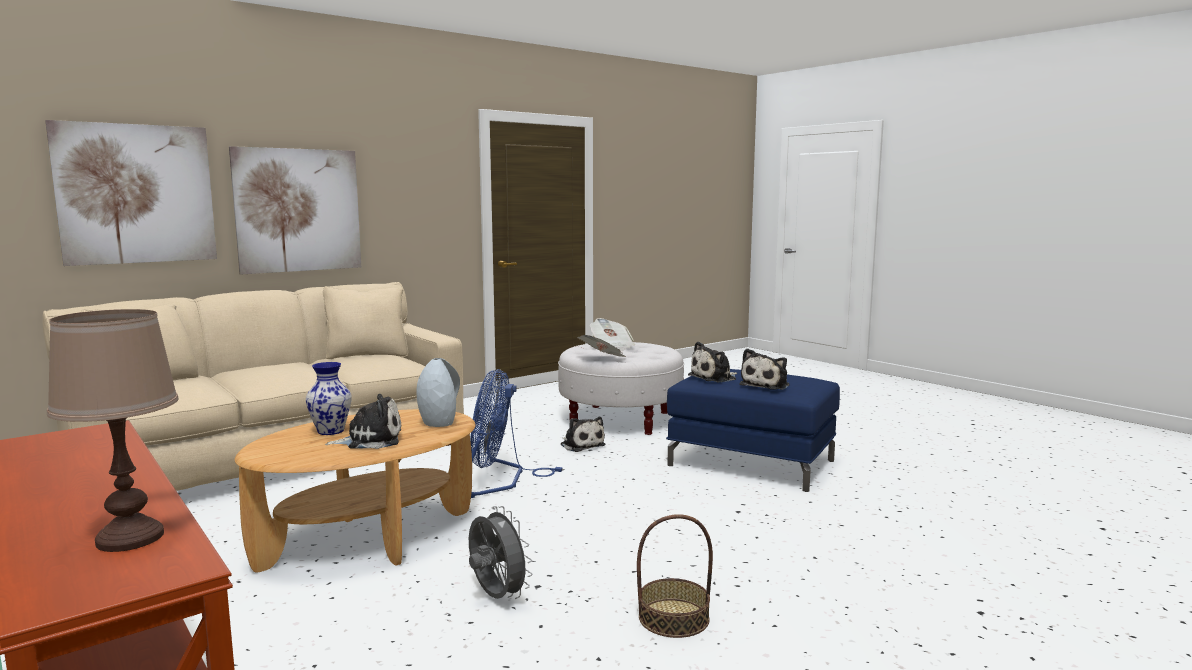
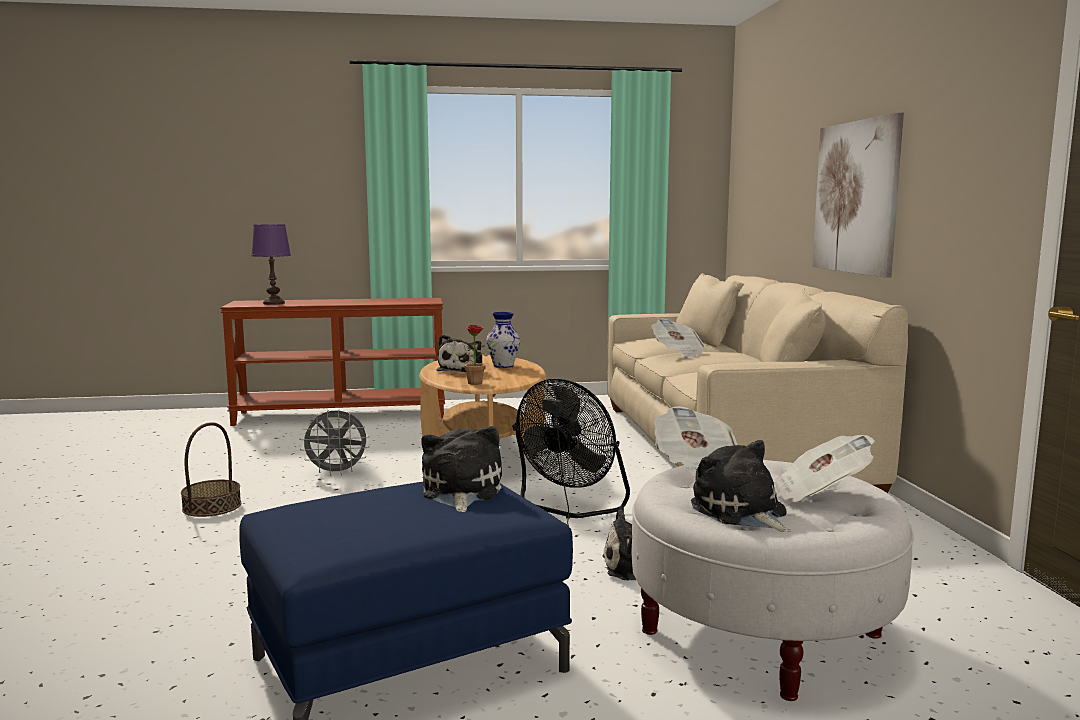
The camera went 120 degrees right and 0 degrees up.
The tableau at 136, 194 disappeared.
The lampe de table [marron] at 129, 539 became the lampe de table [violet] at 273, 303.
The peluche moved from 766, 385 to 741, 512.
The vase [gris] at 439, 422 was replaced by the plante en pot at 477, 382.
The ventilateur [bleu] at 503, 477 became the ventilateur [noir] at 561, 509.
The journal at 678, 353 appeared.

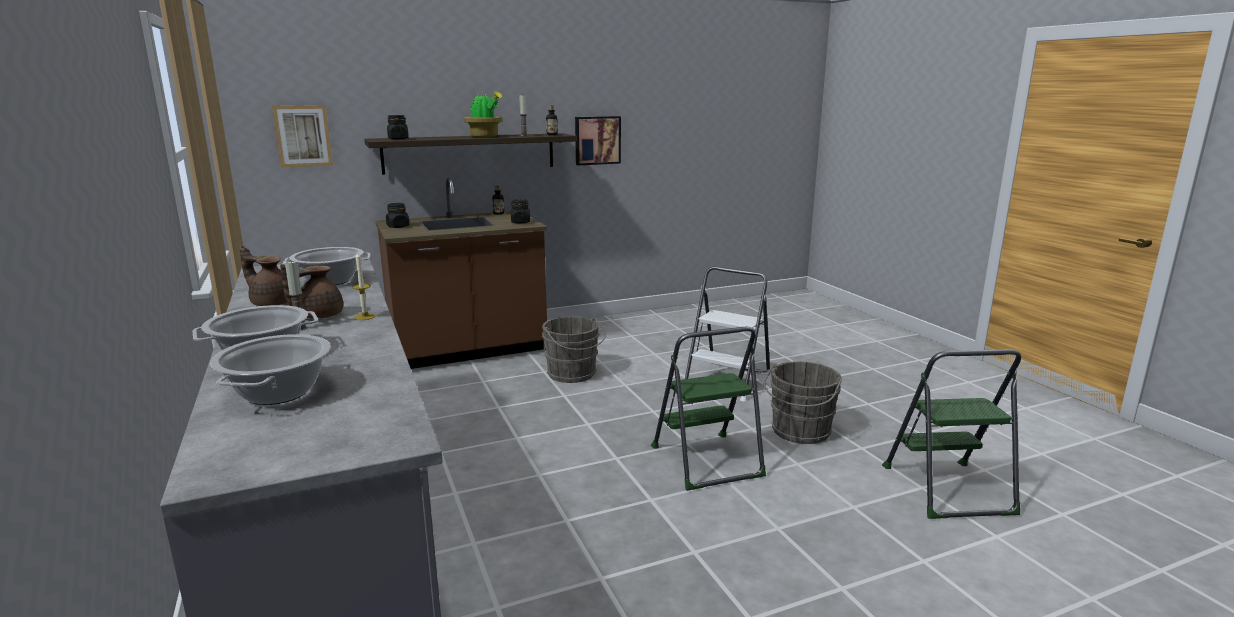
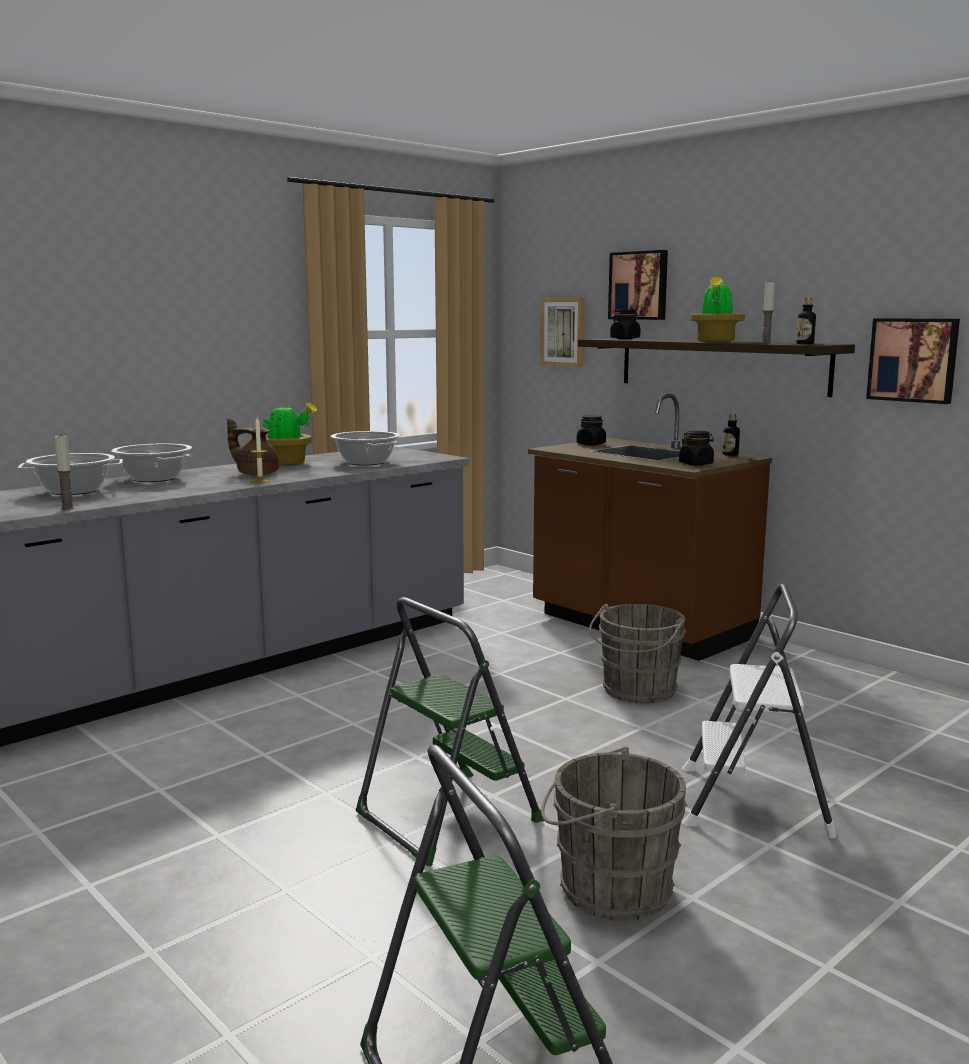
The camera went 70 degrees right and 5 degrees down.
The théière [marron] at 272, 303 was replaced by the plante en pot at 287, 463.
The bougie moved from 300, 328 to 67, 508.
The tableau at 639, 285 appeared.

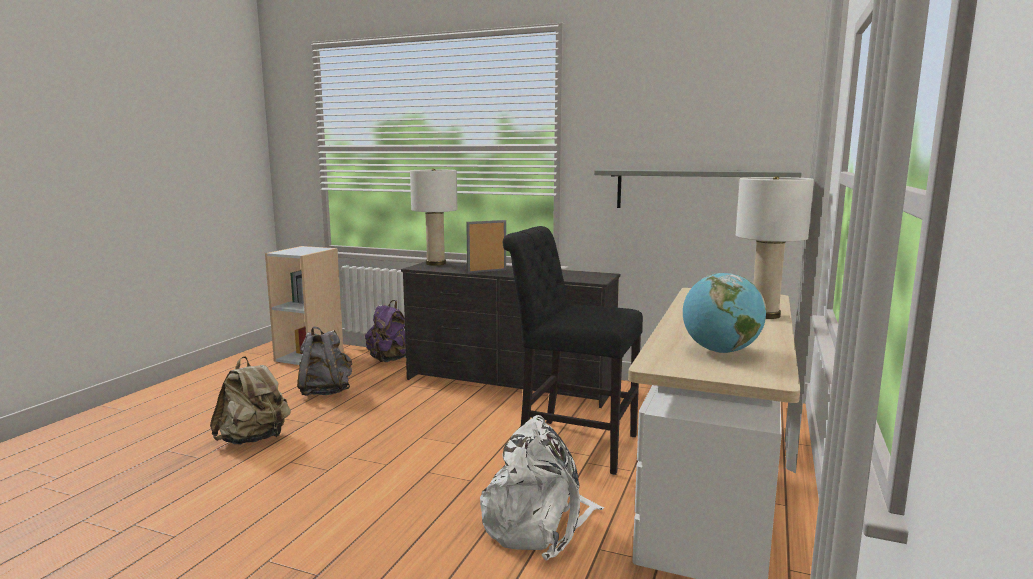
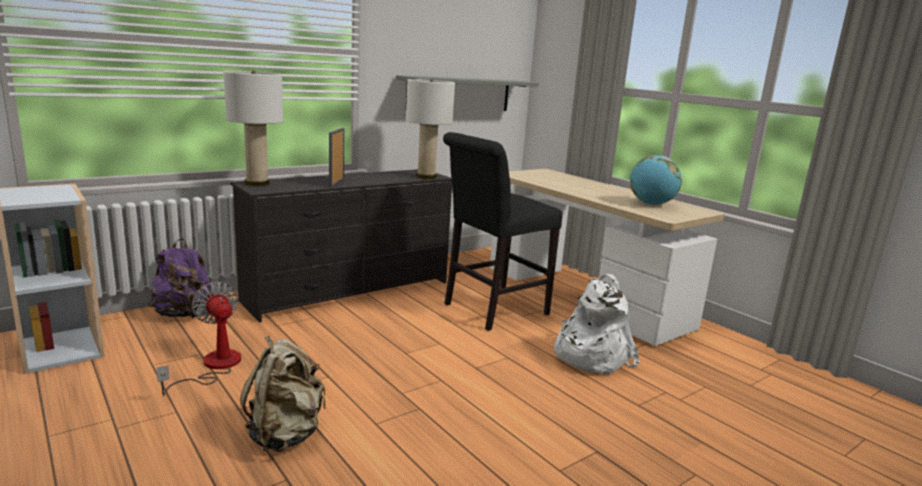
The camera went 60 degrees left and 5 degrees up.
The lampe de table [blanc] moved from 764, 315 to 426, 177.
The sac à dos [gris] at 325, 392 was replaced by the ventilateur at 213, 367.

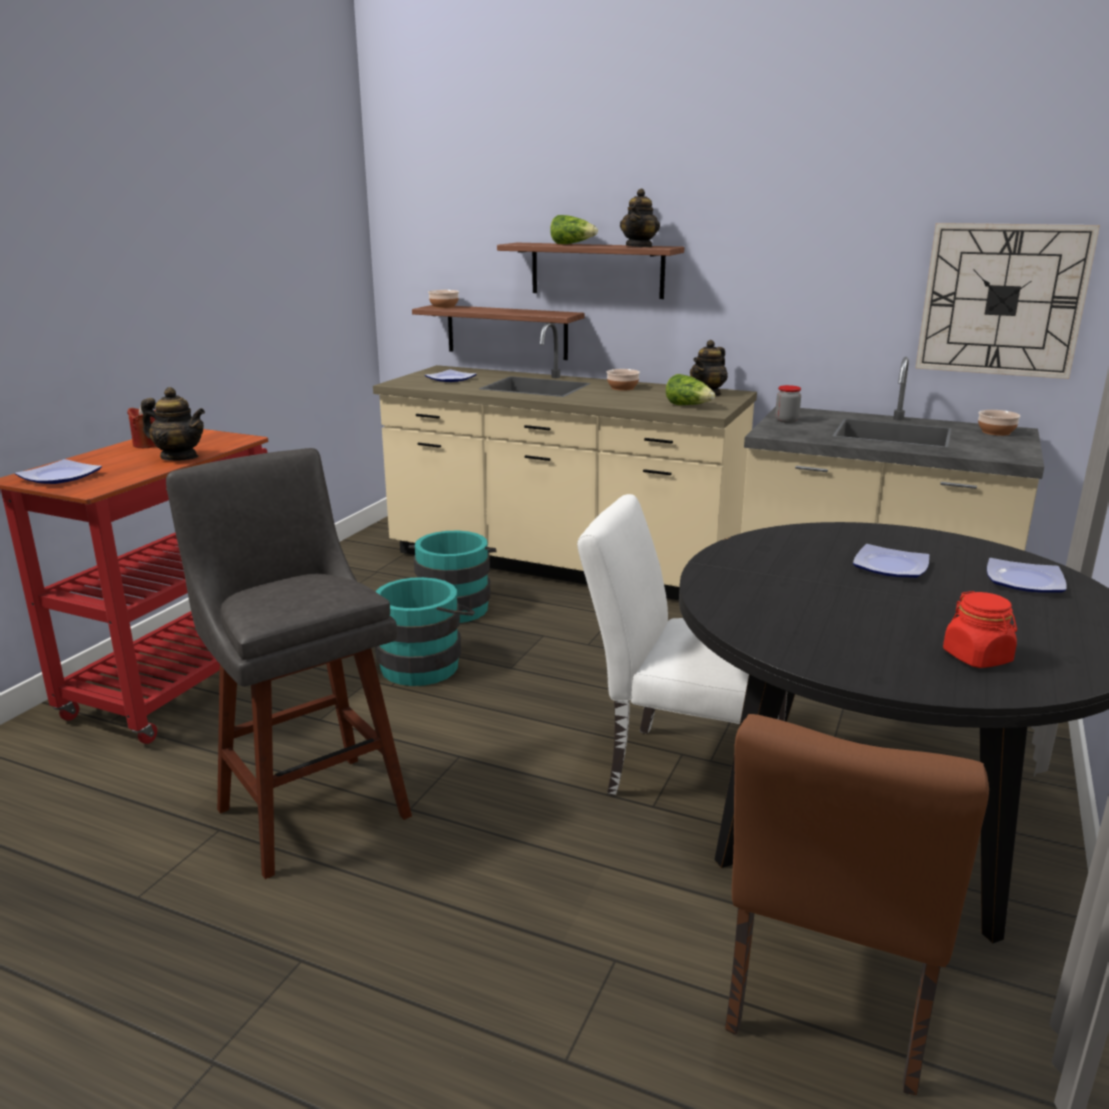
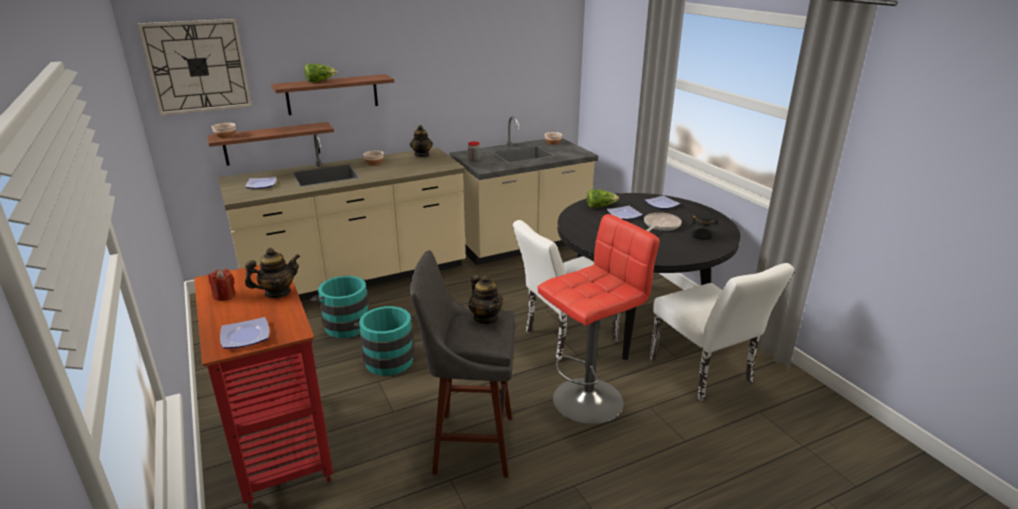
The camera went 50 degrees left and 5 degrees up.
The théière moved from 639, 246 to 486, 318.
The horloge murale moved from 1002, 300 to 197, 66.
The laitue moved from 689, 406 to 600, 206.
The bocal [rouge] at 977, 657 became the bocal [noir] at 702, 236.
The chaise [marron] at 828, 998 became the chaise [blanc] at 705, 375.
The poêle at 660, 225 appeared.
The tabouret [rouge] at 589, 400 appeared.

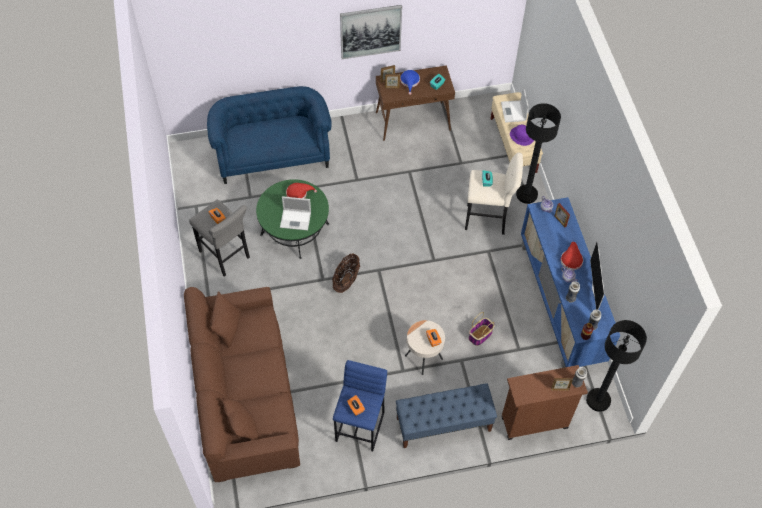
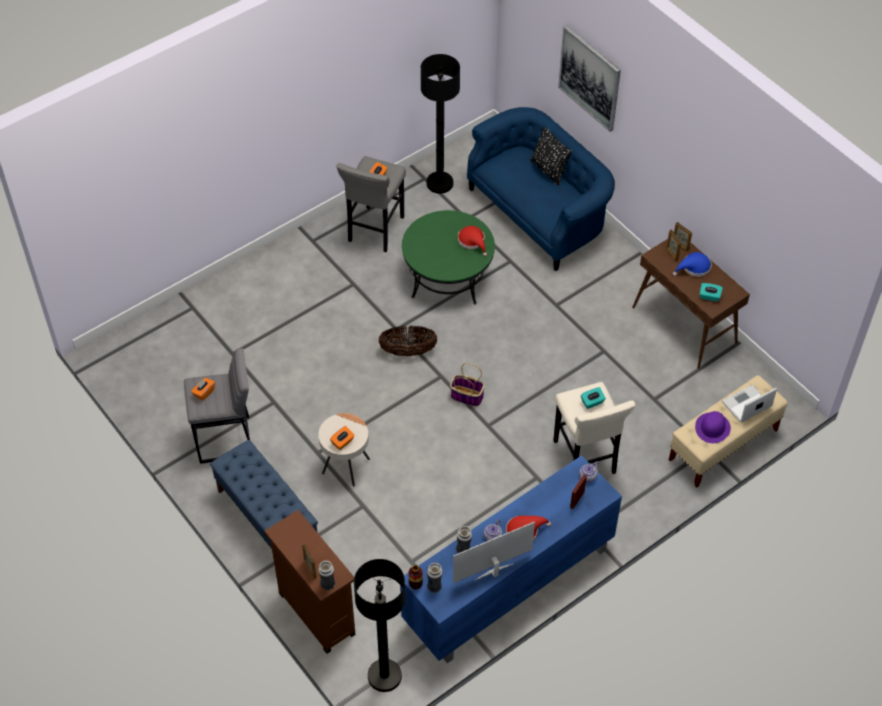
The camera went 65 degrees right and 5 degrees down.
The tableau moved from 370, 31 to 589, 78.
The lampadaire [noir] moved from 526, 194 to 439, 183.
The ordinateur portable at 296, 219 disappeared.
The canapé [marron] at 246, 394 disappeared.
The panier moved from 480, 335 to 466, 396.
The tabouret [bleu] at 360, 425 became the tabouret [gris] at 226, 439.
The coussin [noir] at 549, 170 appeared.

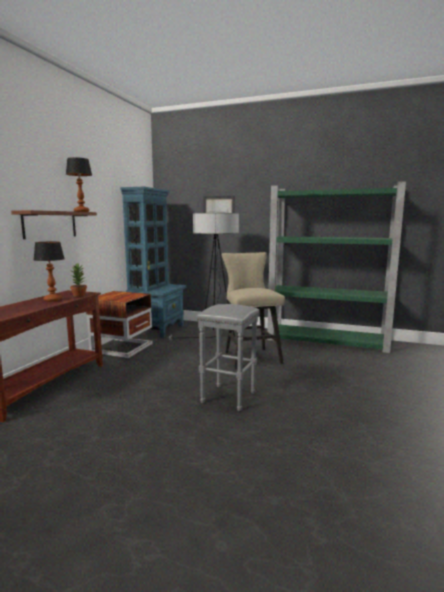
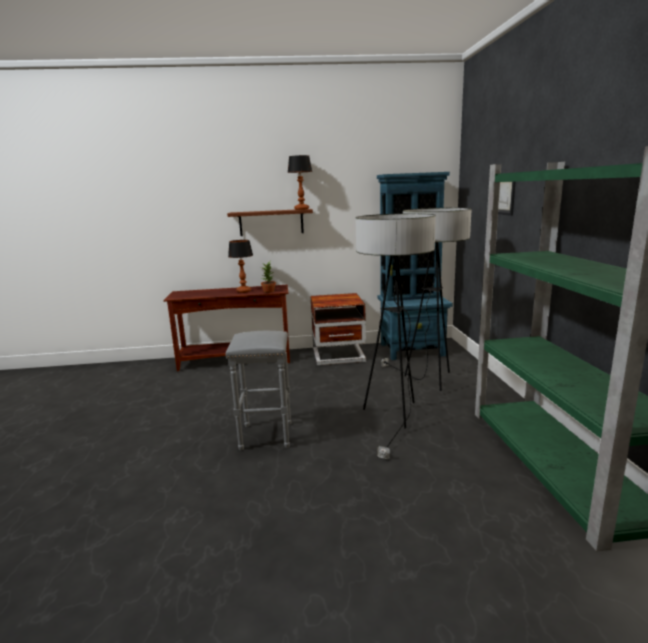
The camera went 65 degrees right and 5 degrees up.
The tabouret [beige] at 250, 356 was replaced by the lampadaire at 393, 419.

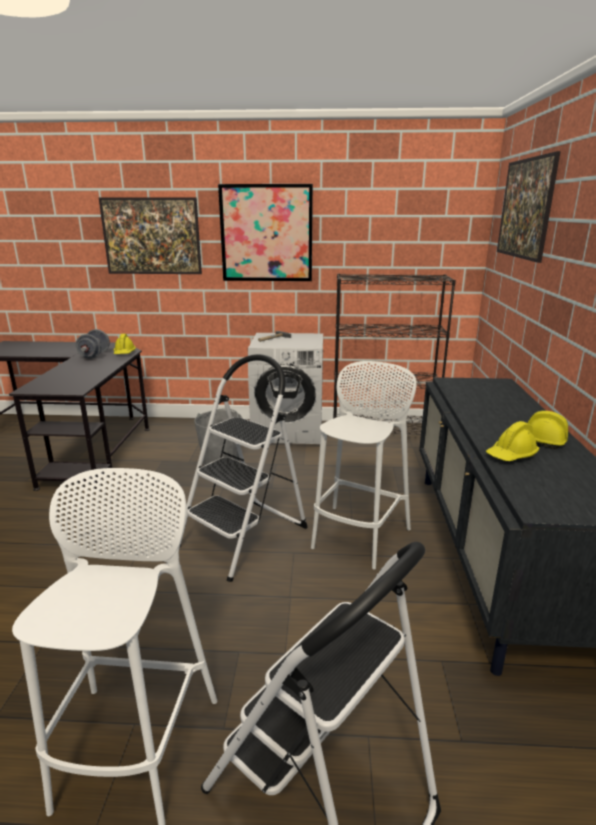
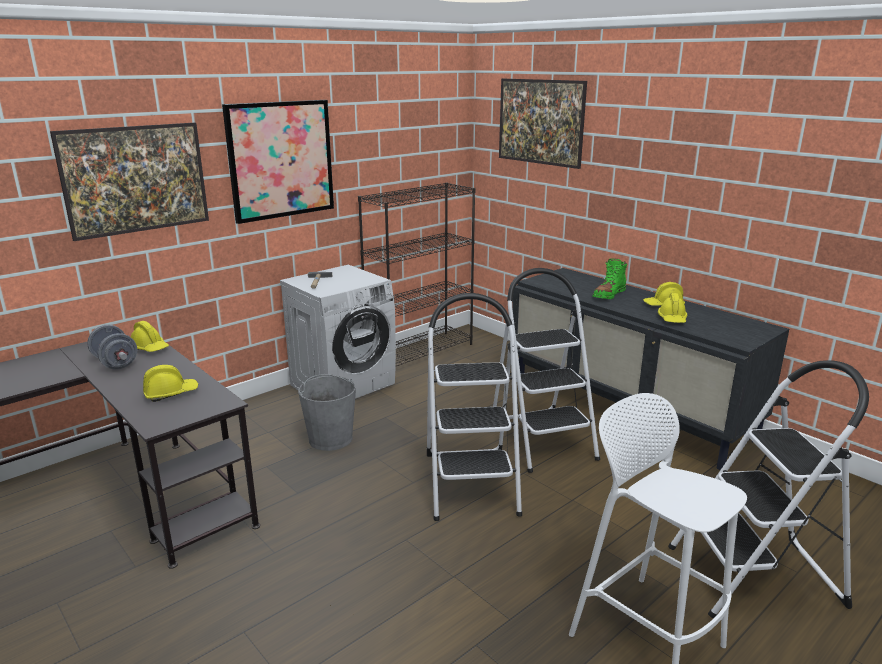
The camera went 45 degrees left and 0 degrees up.
The tabouret [blanc] at 358, 535 was replaced by the escabeau at 541, 438.
The botte [vert] at 608, 295 appeared.
The casque de chantier [jaune] at 171, 393 appeared.

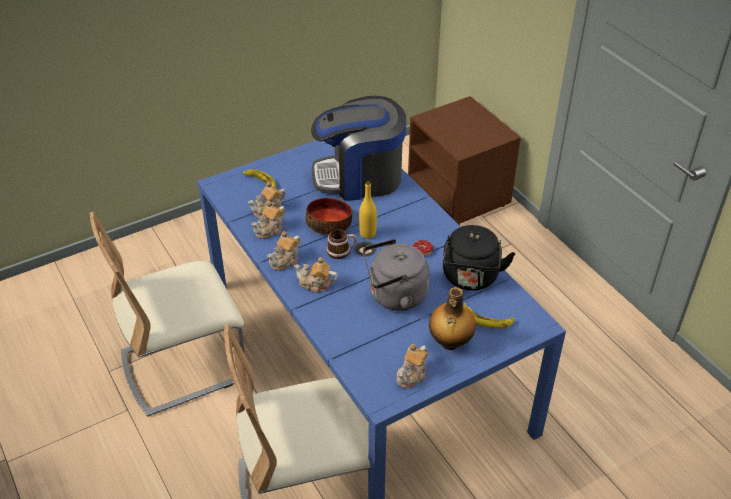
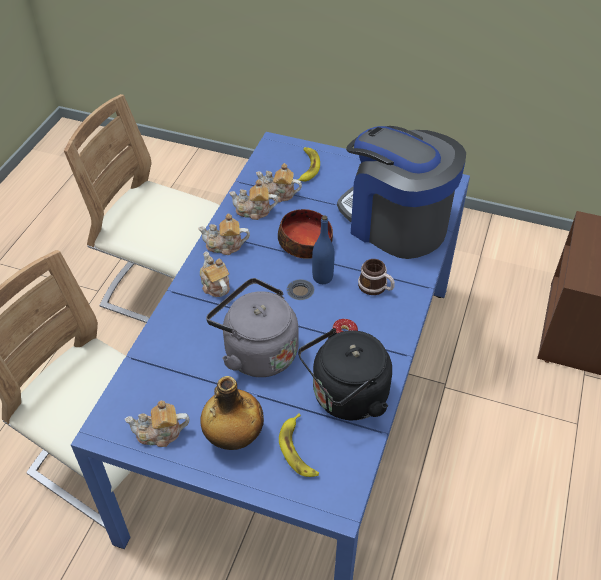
The camera went 50 degrees right and 5 degrees up.
The bouteille [jaune] at 367, 233 became the bouteille [bleu] at 322, 277.
The mug moved from 342, 251 to 376, 287.

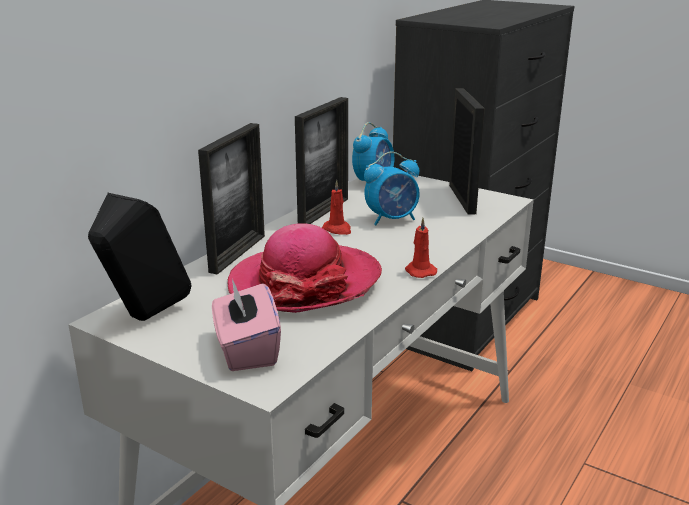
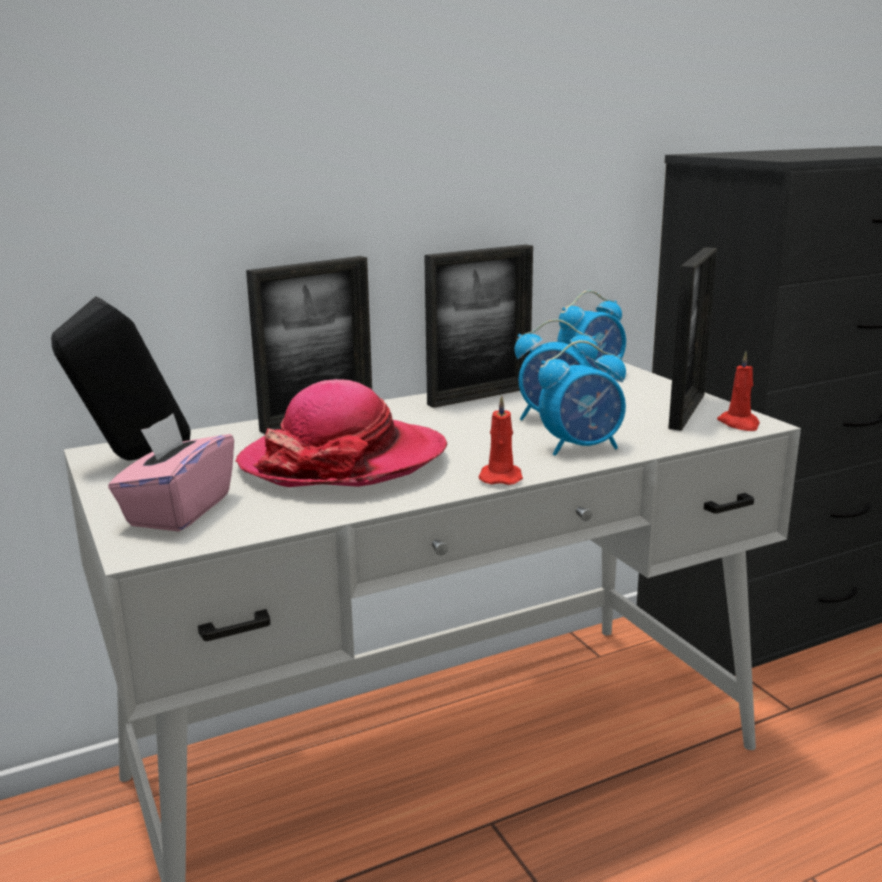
The camera went 30 degrees right and 5 degrees down.
The bougie [rouge] moved from 337, 230 to 739, 424.
The réveil at 582, 447 appeared.

